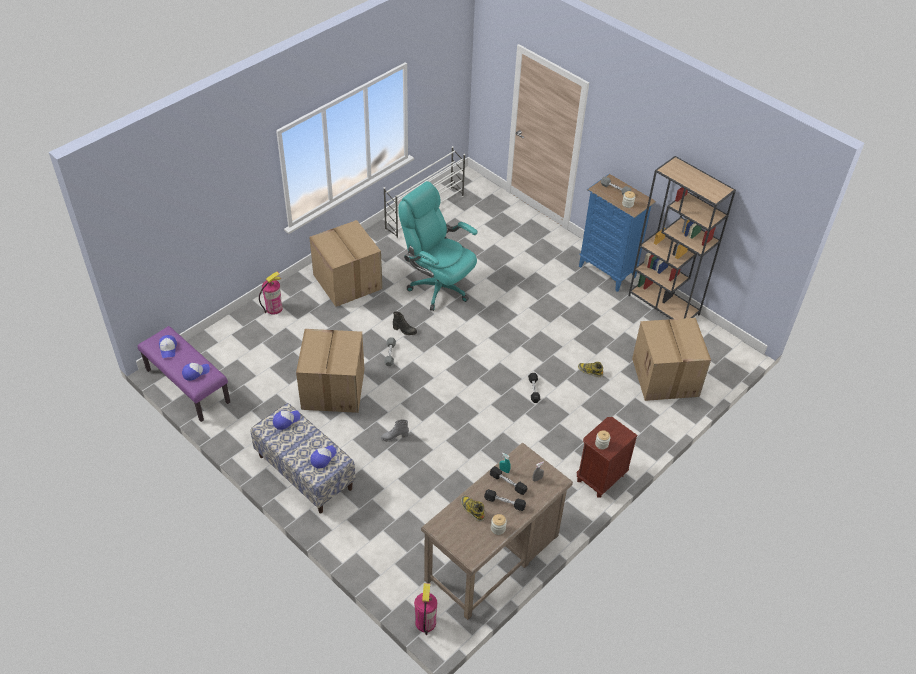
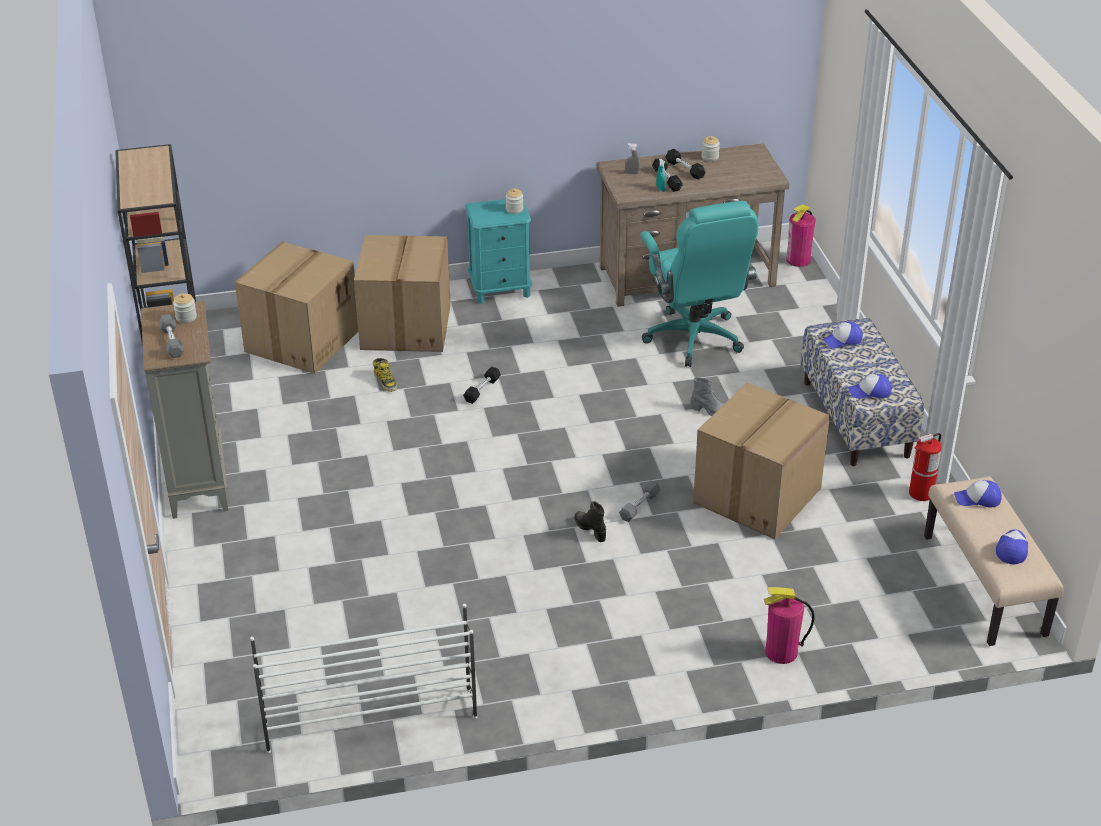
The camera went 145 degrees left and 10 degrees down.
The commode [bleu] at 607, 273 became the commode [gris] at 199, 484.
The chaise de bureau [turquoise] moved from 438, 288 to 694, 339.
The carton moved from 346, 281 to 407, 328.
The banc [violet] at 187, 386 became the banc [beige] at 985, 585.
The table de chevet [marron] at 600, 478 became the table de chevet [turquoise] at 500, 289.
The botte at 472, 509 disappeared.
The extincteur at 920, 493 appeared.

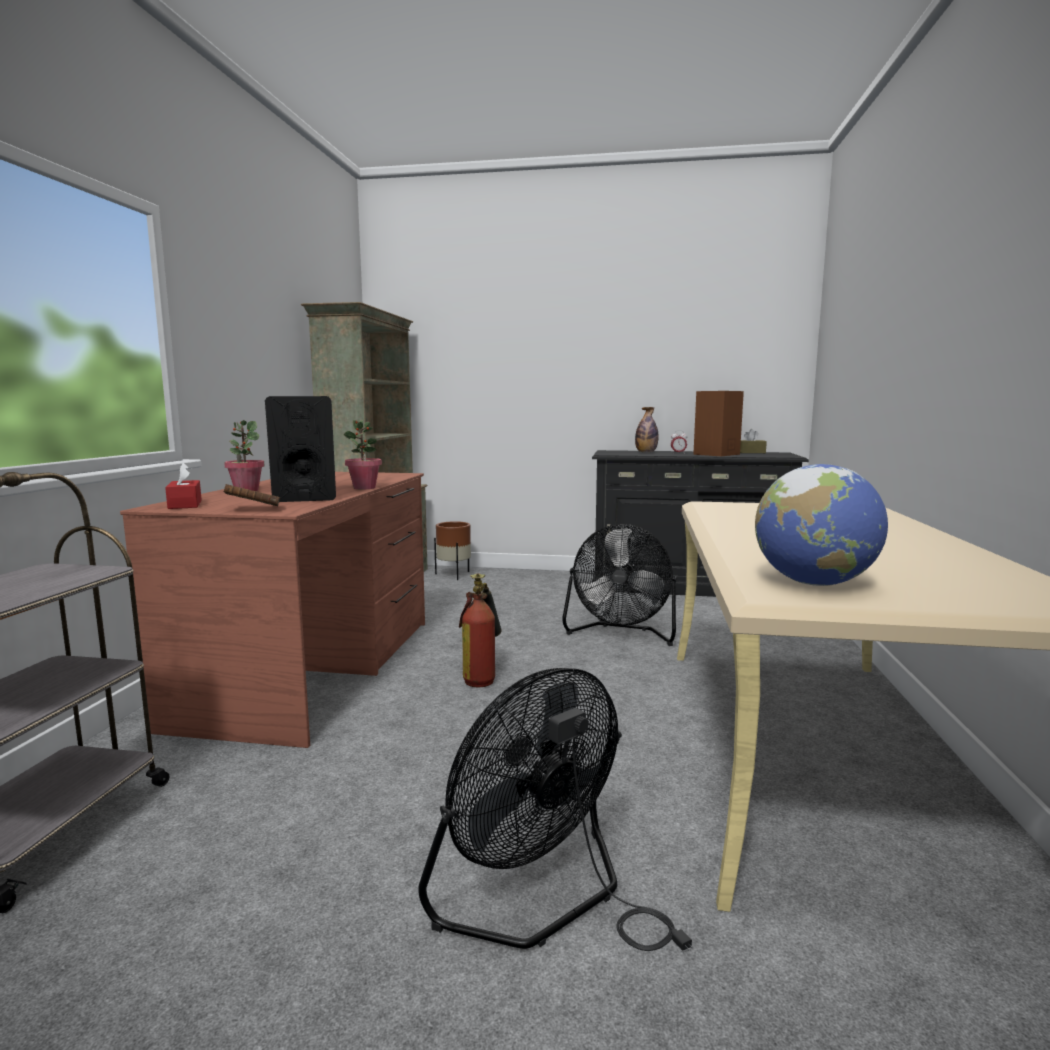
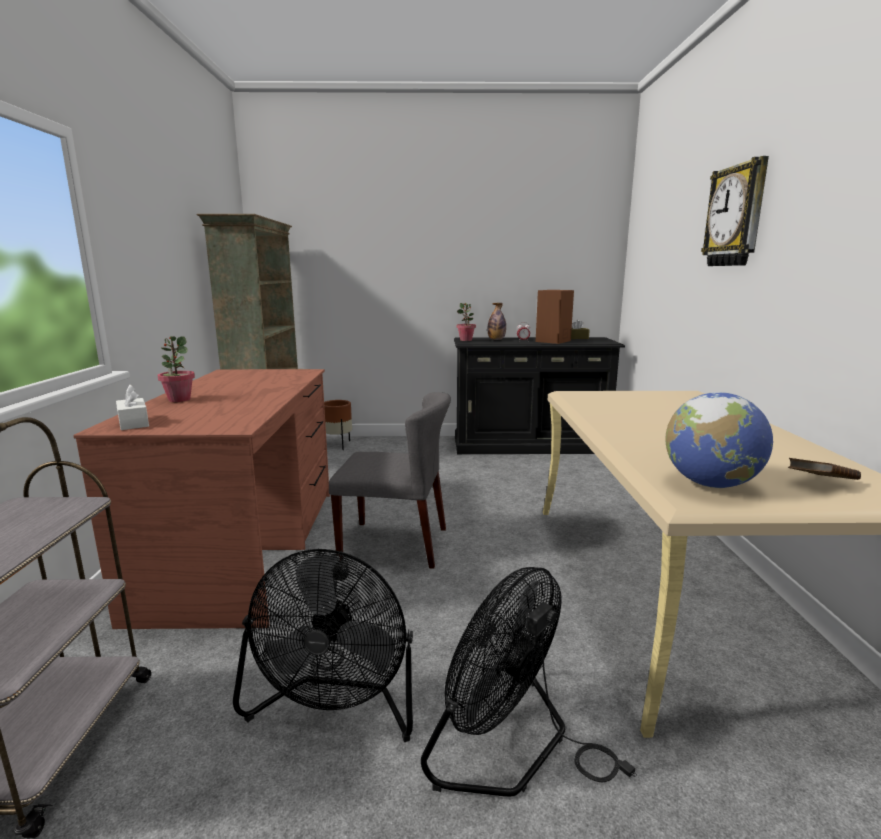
The camera went 10 degrees left and 5 degrees up.
The enceinte [noir] at 305, 495 disappeared.
The plante en pot moved from 364, 488 to 466, 340.
The boîte à mouchoirs [rouge] at 185, 504 became the boîte à mouchoirs [blanc] at 133, 423.
The livre [marron] moved from 254, 509 to 820, 483.
The ventilateur [noir] moved from 618, 632 to 331, 702.
The extincteur at 483, 677 was replaced by the chaise [gris] at 395, 543.
The horloge murale at 736, 216 appeared.

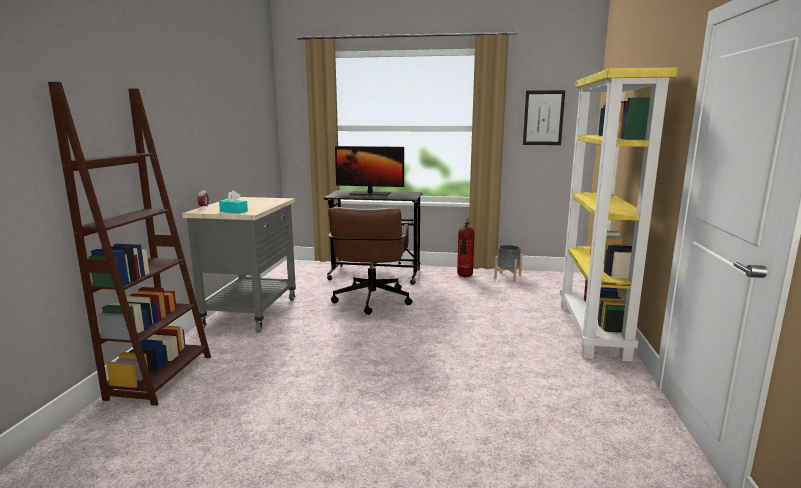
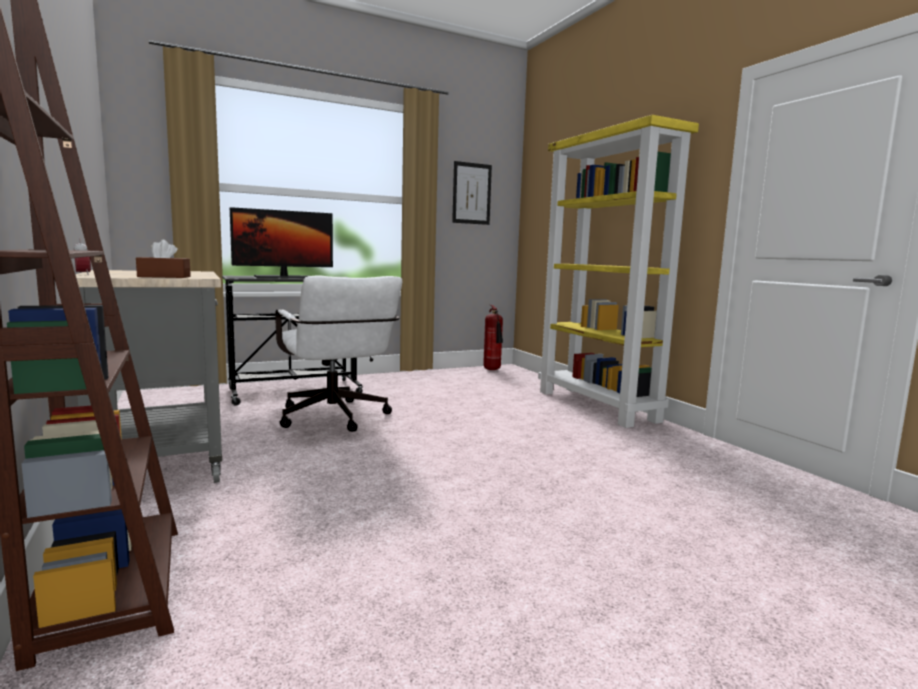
The camera went 35 degrees left and 5 degrees down.
The boîte à mouchoirs [turquoise] at 233, 211 became the boîte à mouchoirs [marron] at 164, 277.
The chaise de bureau [marron] at 371, 302 became the chaise de bureau [blanc] at 336, 419.
The extincteur moved from 464, 277 to 493, 370.
The cache-pot [gris] at 507, 277 disappeared.

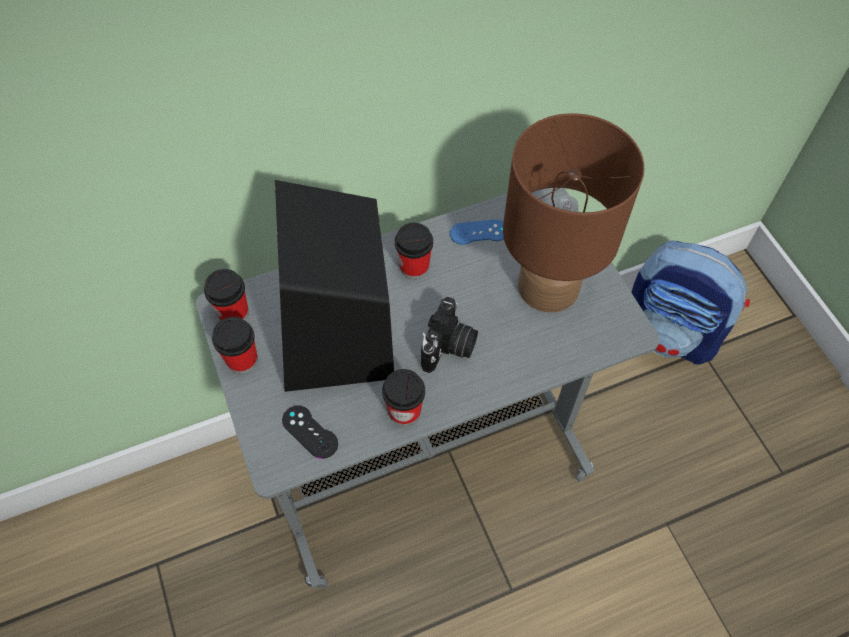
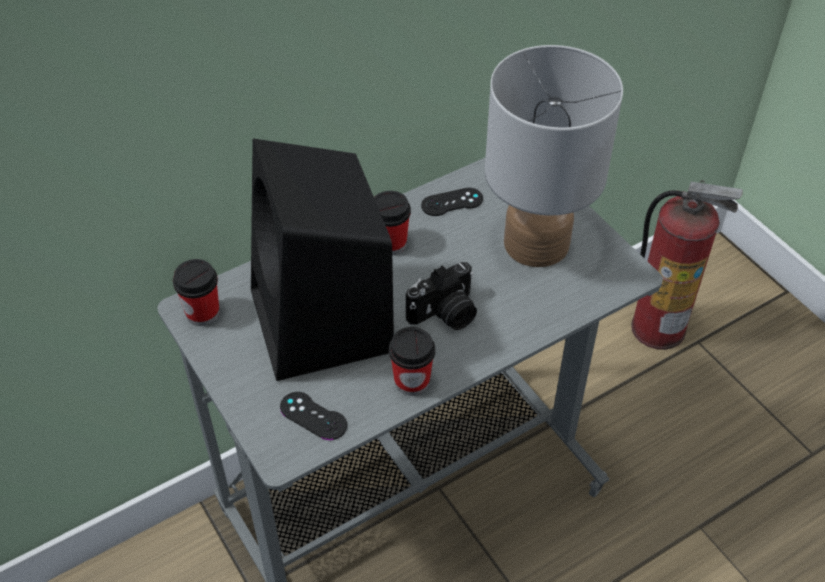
The camera went 10 degrees left and 10 degrees down.
The lampe de table [marron] at 547, 286 became the lampe de table [gris] at 535, 243.
The manette [bleu] at 479, 232 became the manette [noir] at 452, 202.
The sac à dos at 670, 333 was replaced by the extincteur at 659, 327.
The appareil photo at 449, 347 turned 45 degrees clockwise.
The tasse at 242, 360 disappeared.

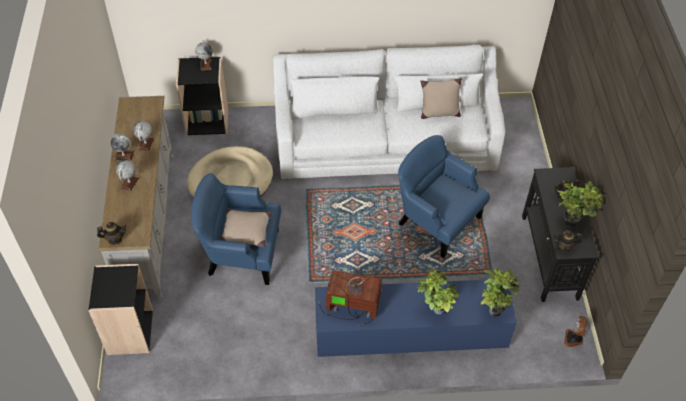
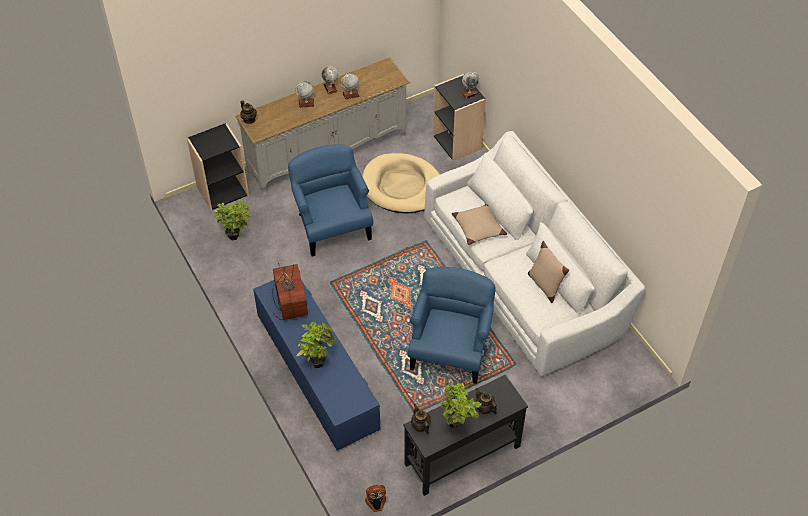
The camera went 65 degrees right and 0 degrees up.
The coussin [beige] moved from 246, 231 to 478, 228.
The plante en pot moved from 493, 308 to 236, 235.

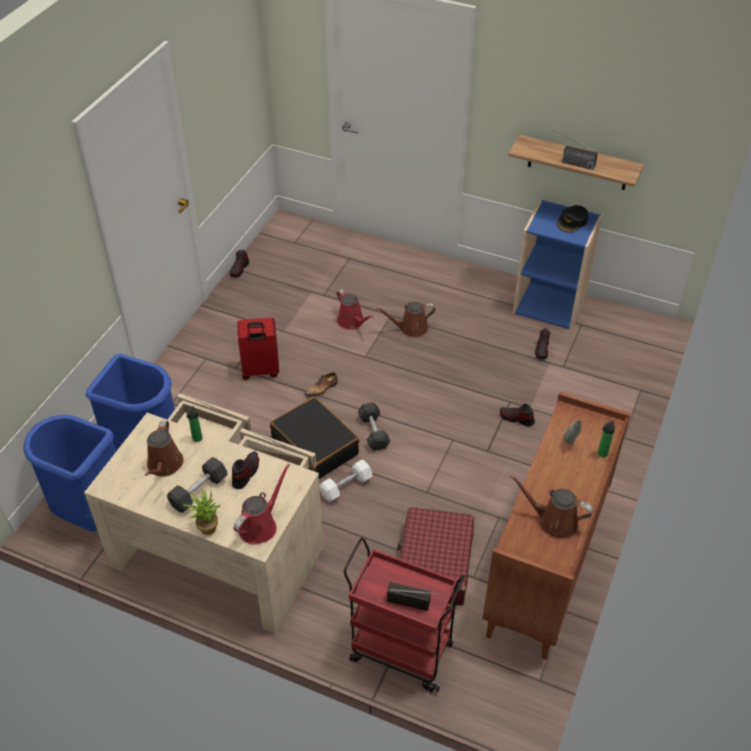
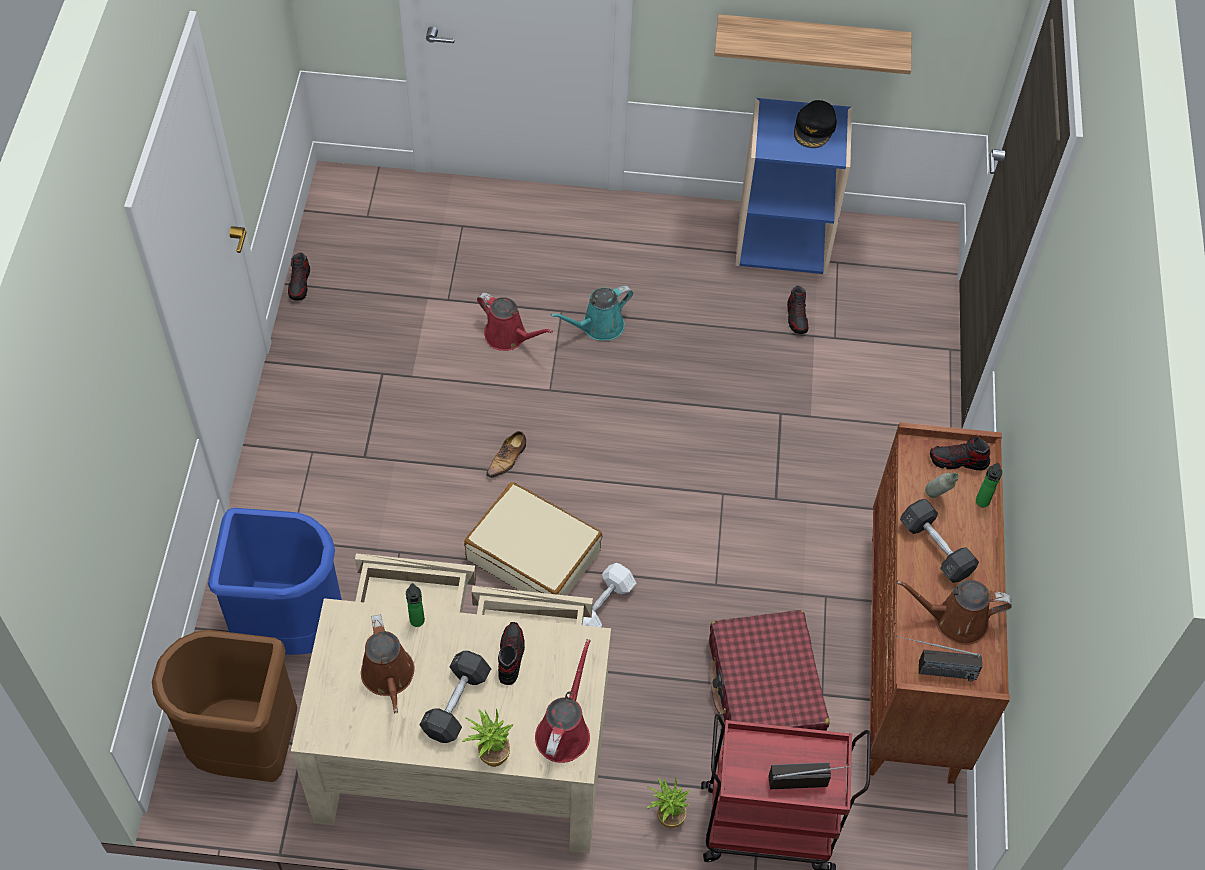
The camera went 20 degrees left and 10 degrees up.
The radio moved from 570, 162 to 931, 670.
The arrosoir [marron] at 410, 328 became the arrosoir [turquoise] at 599, 326.
The valise [rouge] at 260, 371 disappeared.
The valise [noir] at 315, 446 became the valise [beige] at 534, 555.
The haltère [gris] moved from 373, 432 to 936, 548.
The chaussure moved from 516, 419 to 958, 461.
The poubelle [bleu] at 89, 512 became the poubelle [marron] at 246, 748.
The plante en pot at 666, 816 appeared.

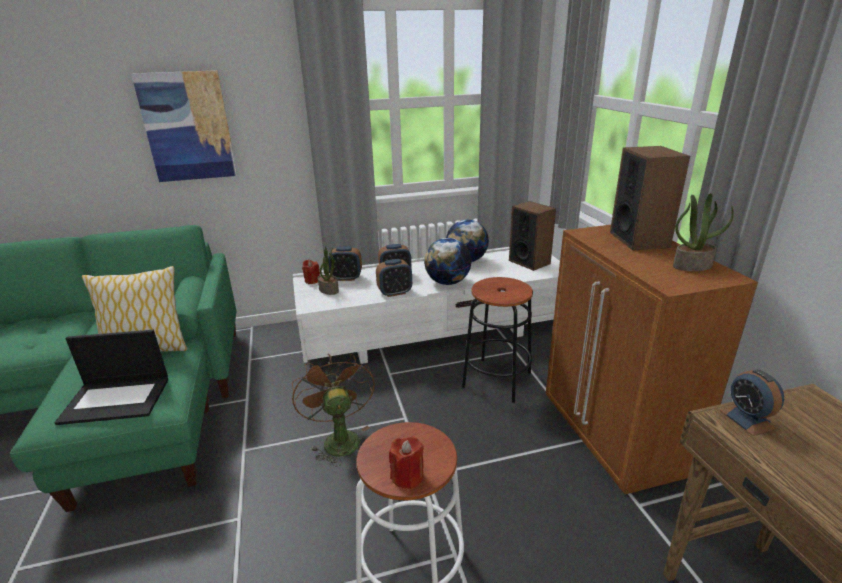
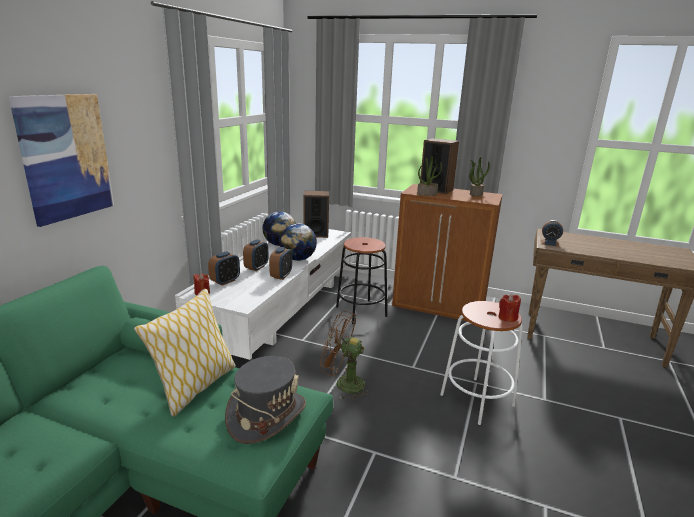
The camera went 55 degrees left and 5 degrees down.
The plante en pot moved from 329, 290 to 427, 194.
The ordinateur portable at 117, 399 was replaced by the chapeau [gris] at 266, 415.

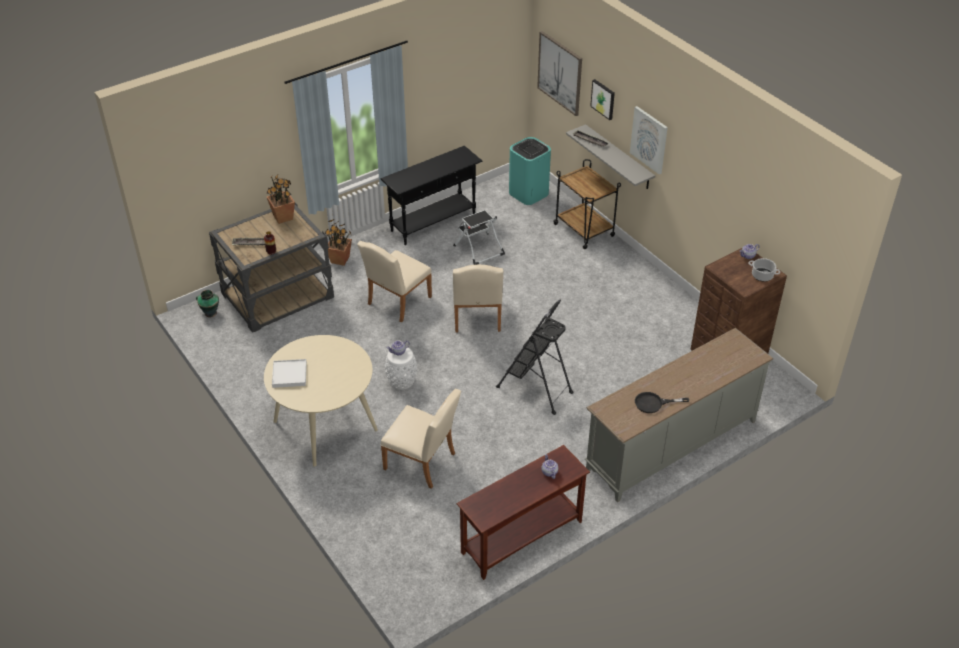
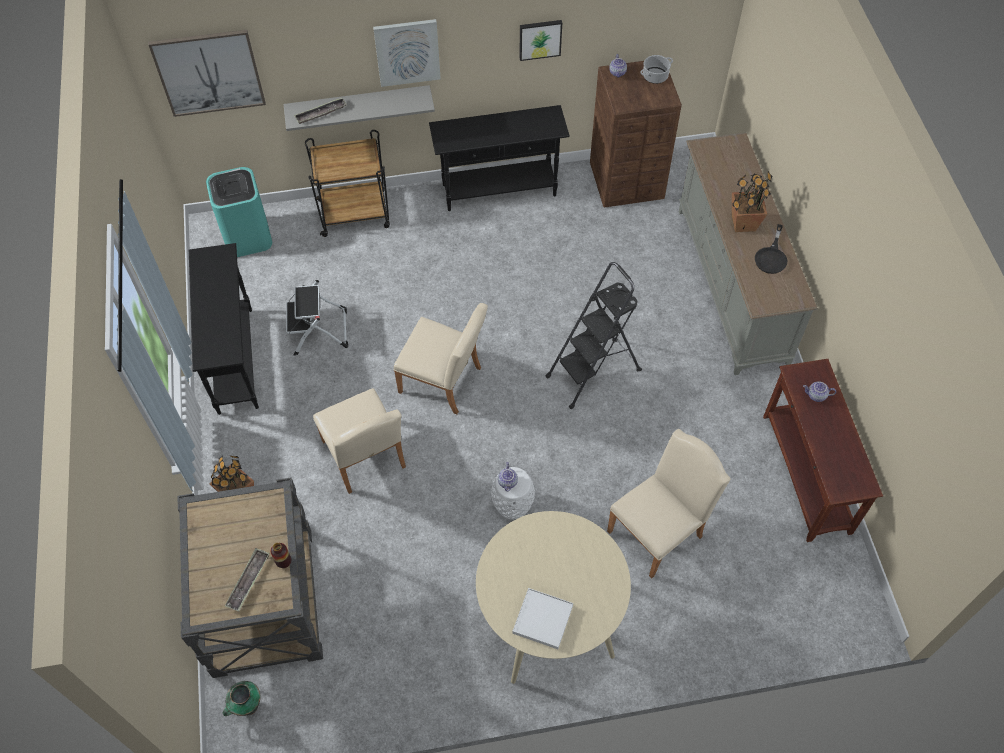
The camera went 65 degrees left and 15 degrees up.
The tableau moved from 603, 99 to 540, 39.
The plante en pot moved from 283, 217 to 743, 223.
The table console [noir] at 499, 190 appeared.

